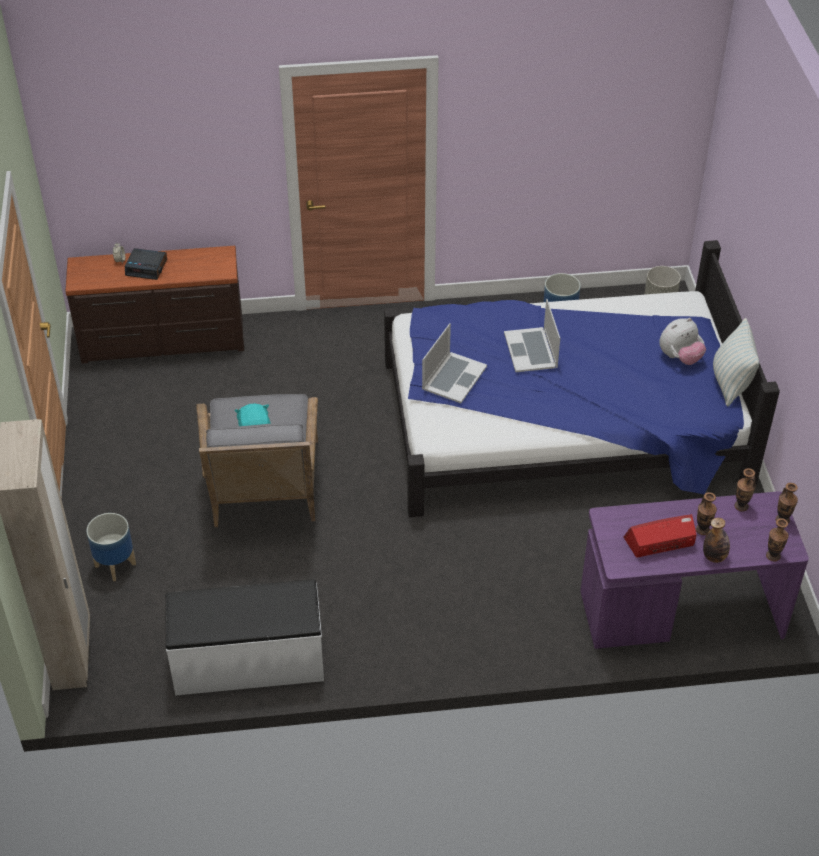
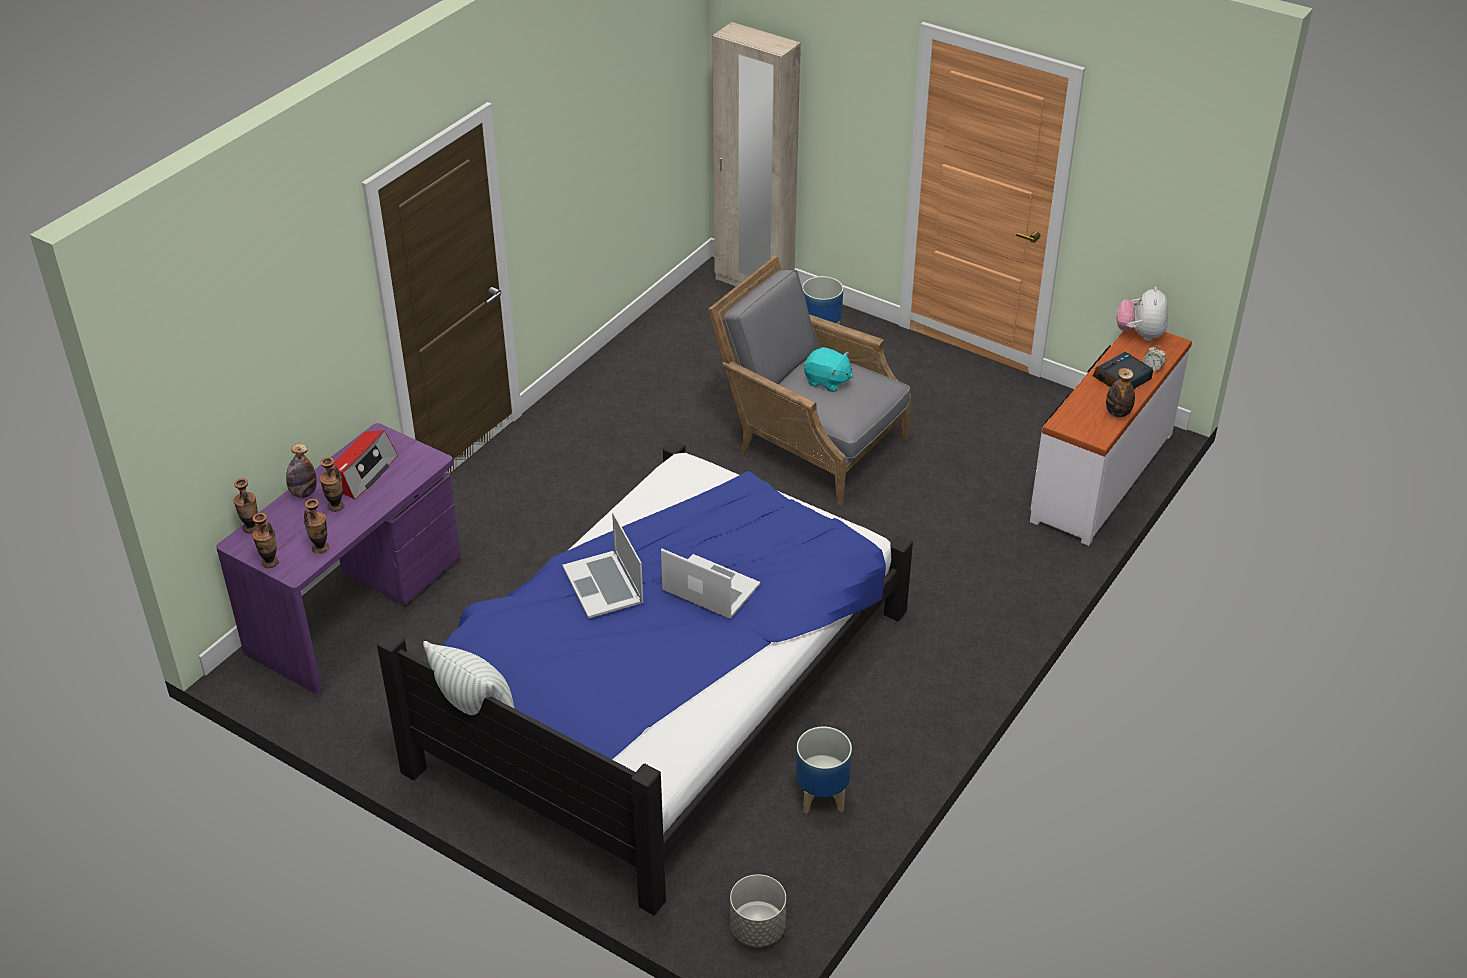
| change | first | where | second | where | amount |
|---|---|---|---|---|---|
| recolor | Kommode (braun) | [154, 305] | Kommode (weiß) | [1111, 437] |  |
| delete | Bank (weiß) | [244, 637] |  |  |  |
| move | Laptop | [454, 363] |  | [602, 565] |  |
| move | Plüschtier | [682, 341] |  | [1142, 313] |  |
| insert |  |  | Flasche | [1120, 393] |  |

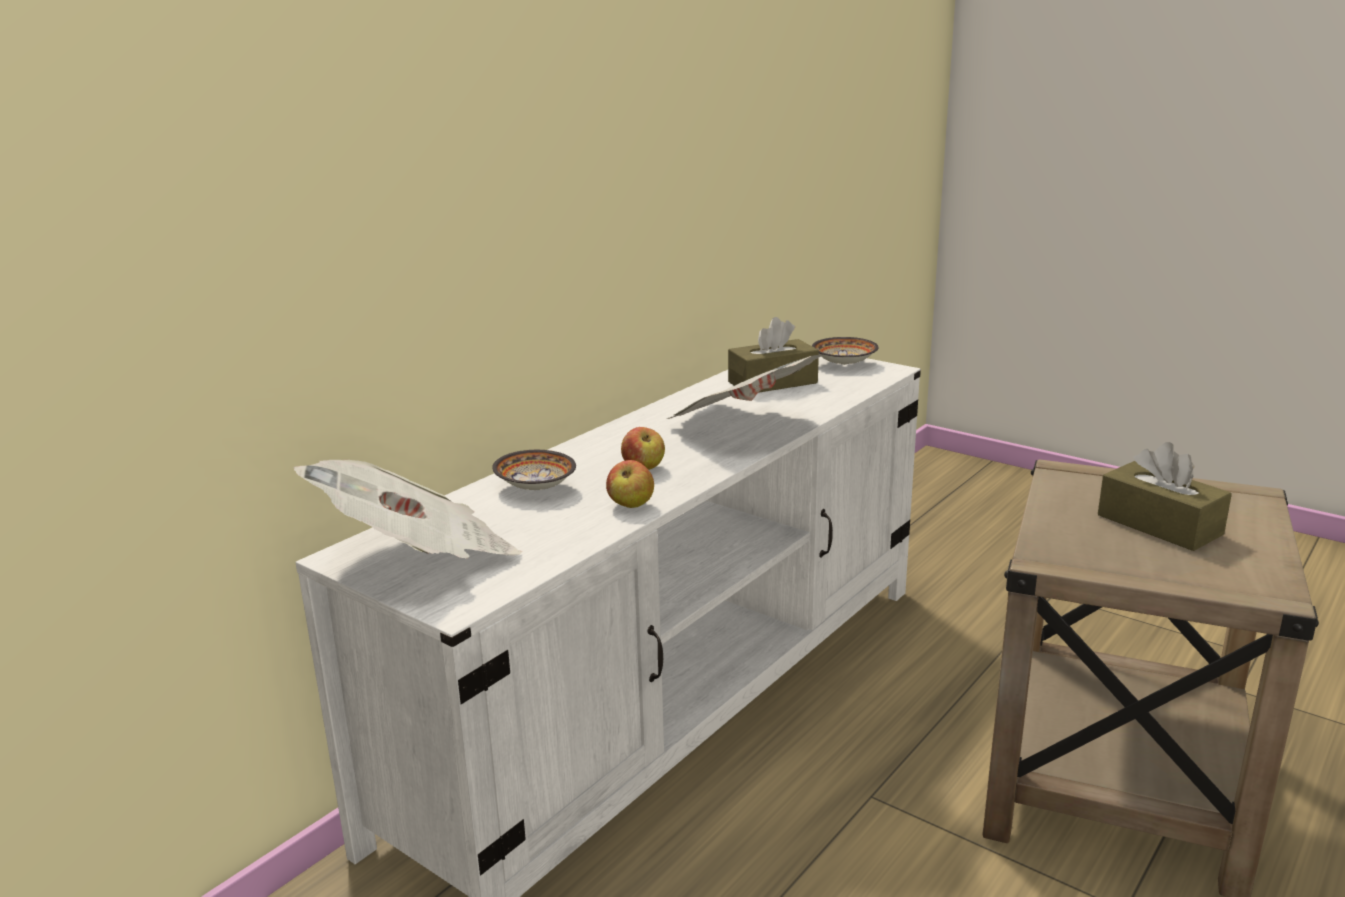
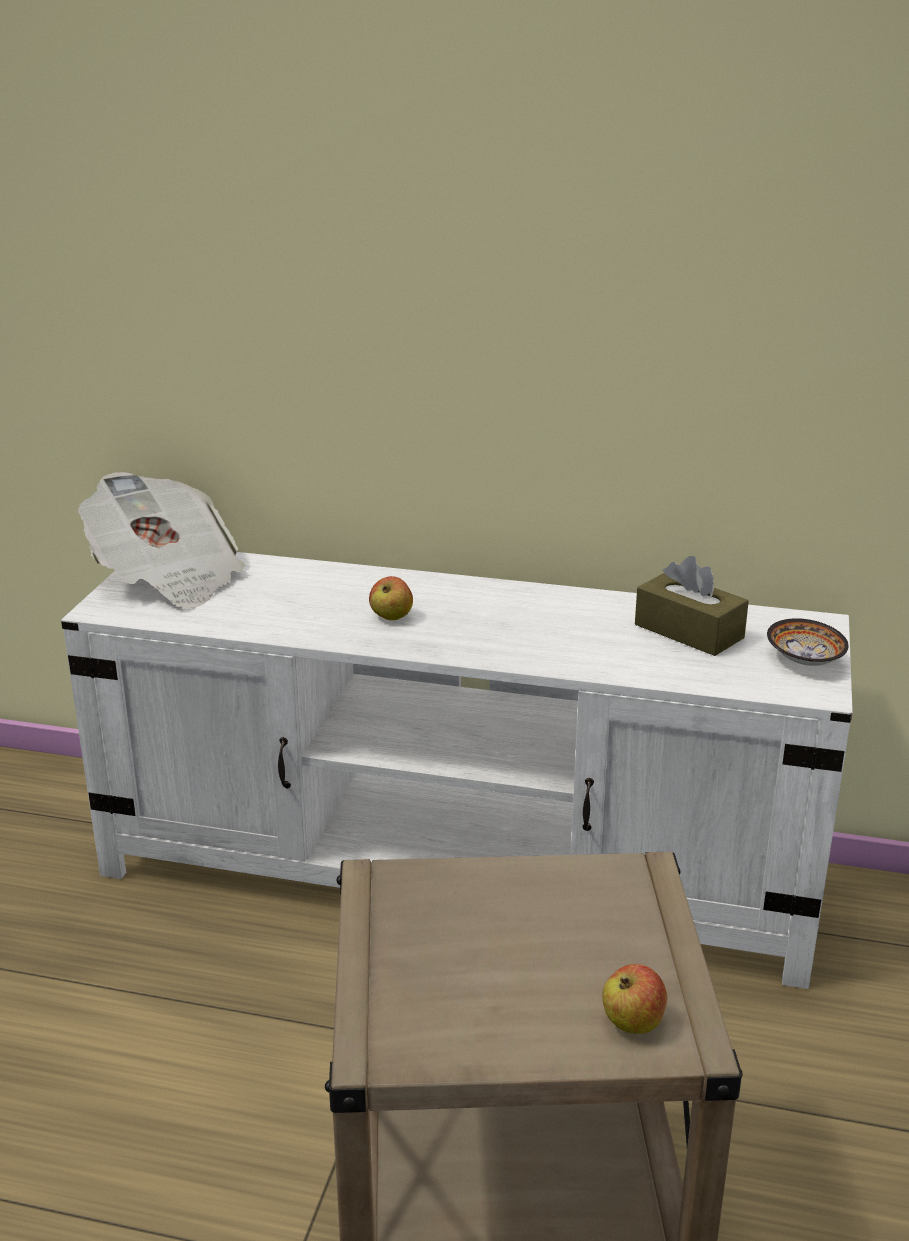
| change | first | where | second | where | amount |
|---|---|---|---|---|---|
| delete | Schüssel | [534, 470] |  |  |  |
| move | Apfel | [630, 484] |  | [634, 999] |  |
| delete | Zeitung | [745, 386] |  |  |  |
| delete | Taschentuchbox (braun) | [1165, 496] |  |  |  |

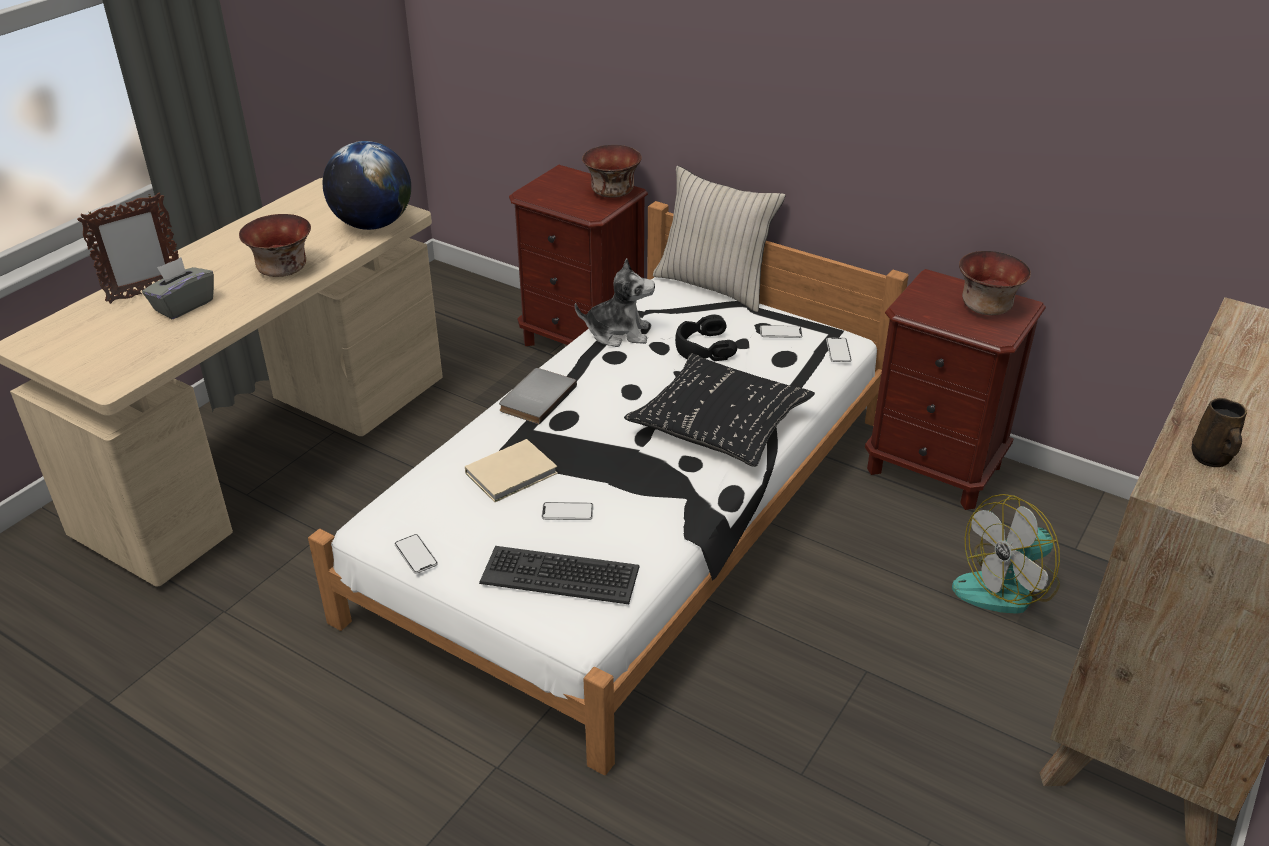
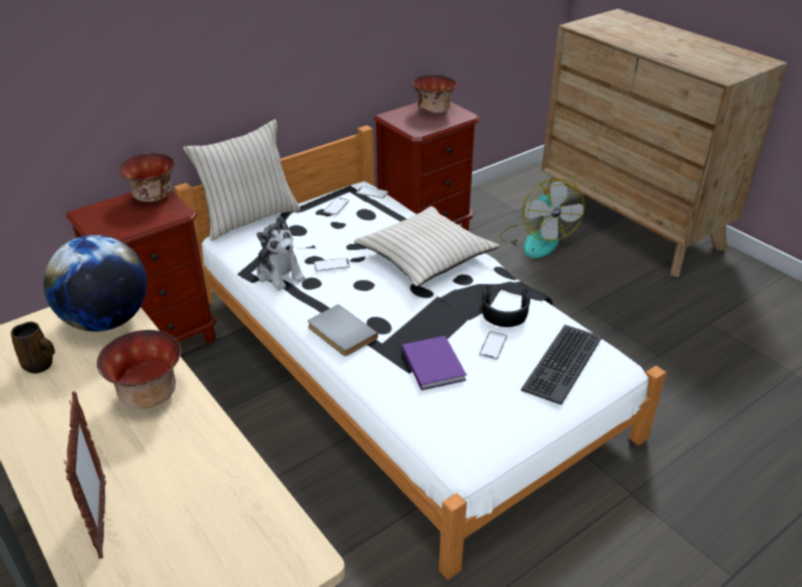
| change | first | where | second | where | amount |
|---|---|---|---|---|---|
| delete | Taschentuchbox (grau) | [178, 288] |  |  |  |
| move | Handy | [416, 554] |  | [332, 265] |  |
| recolor | Buch (beige) | [511, 470] | Buch (lila) | [434, 363] |  |
| rotate | Plüschtier | [615, 302] |  | [281, 253] | 120 degrees clockwise |
| recolor | Kissen (schwarz) | [719, 410] | Kissen (beige) | [427, 246] |  |
| move | Kopfhörer (schwarz) | [706, 338] |  | [506, 306] |  |
| move | Henkelbecher (braun) | [1219, 432] |  | [33, 347] |  |

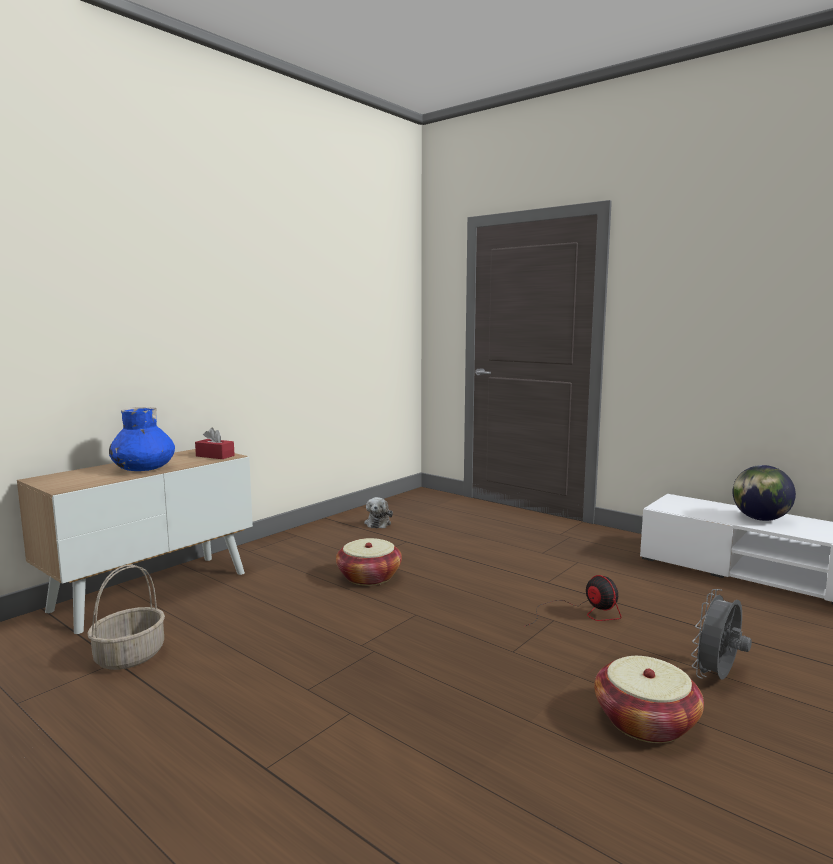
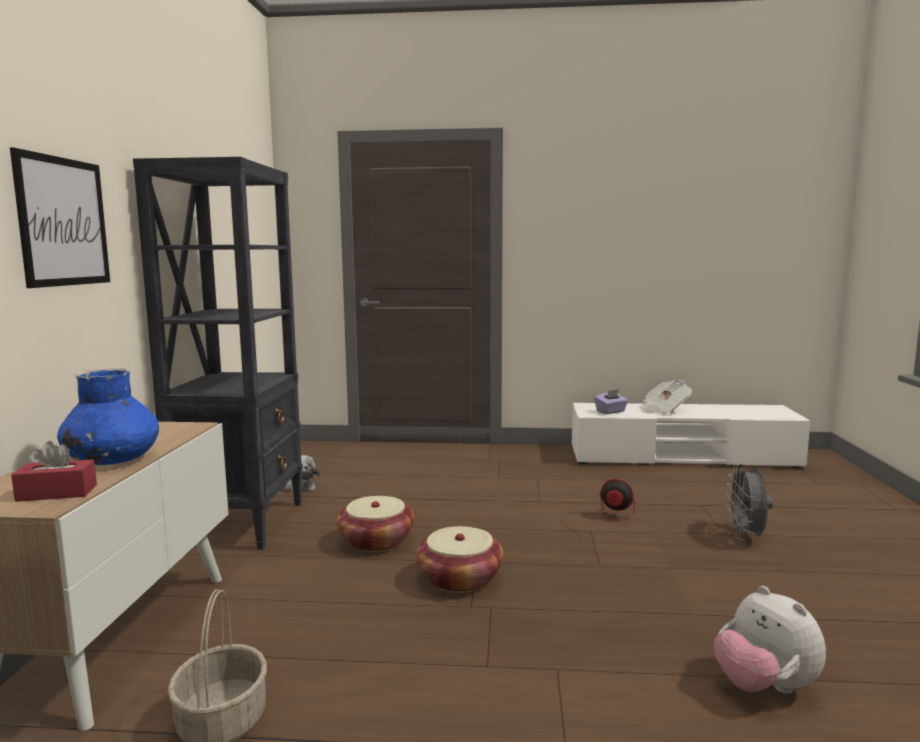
| change | first | where | second | where | amount |
|---|---|---|---|---|---|
| move | Taschentuchbox (rot) | [215, 443] |  | [54, 471] |  |
| move | Korb | [649, 699] |  | [459, 559] |  |
| replace | Globus | [764, 493] | Zeitung | [666, 397] |  |
| insert |  |  | Bild | [60, 218] |  |
| insert |  |  | Bücherregal (schwarz) | [218, 353] |  |
| insert |  |  | Taschentuchbox (lila) | [611, 401] |  |
| insert |  |  | Plüschtier | [770, 640] |  |

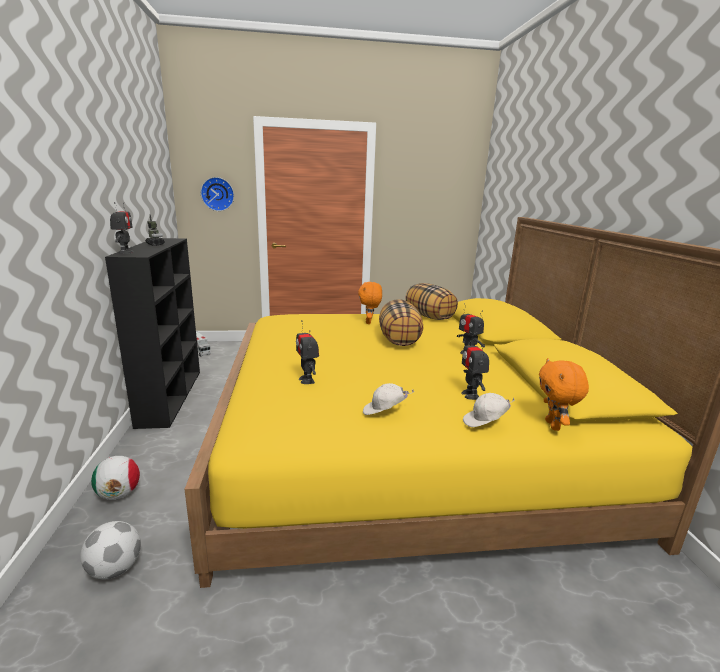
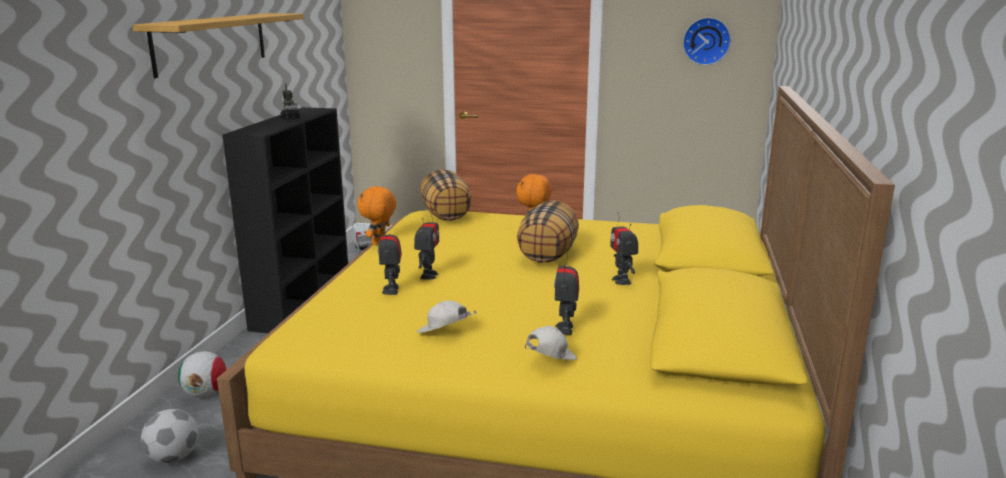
| change | first | where | second | where | amount |
|---|---|---|---|---|---|
| move | Spielzeugroboter | [121, 228] |  | [426, 245] |  |
| move | Wanduhr | [217, 194] |  | [707, 41] |  |
| move | Kissen | [431, 301] |  | [446, 195] |  |
| rotate | Kappe (weiß) | [489, 410] |  | [550, 343] | 135 degrees clockwise |
| move | Plüschtier (orange) | [564, 394] |  | [377, 215] |  |
| insert |  |  | Wandregal | [218, 45] |  |

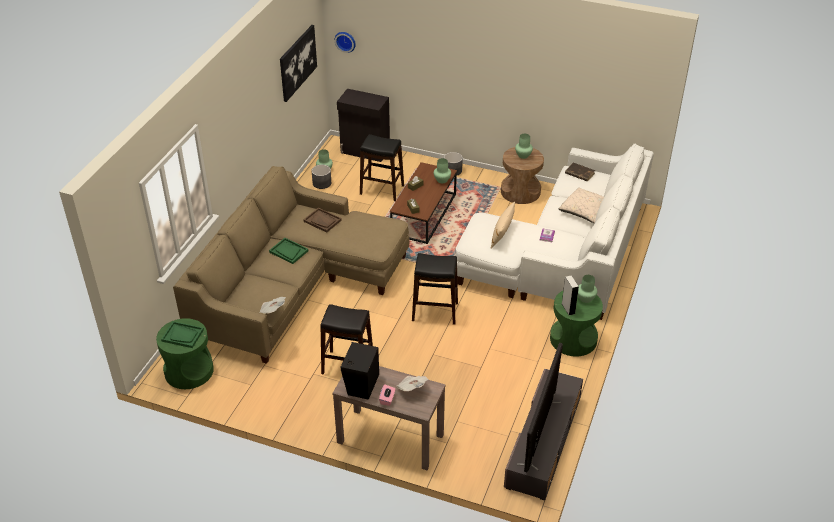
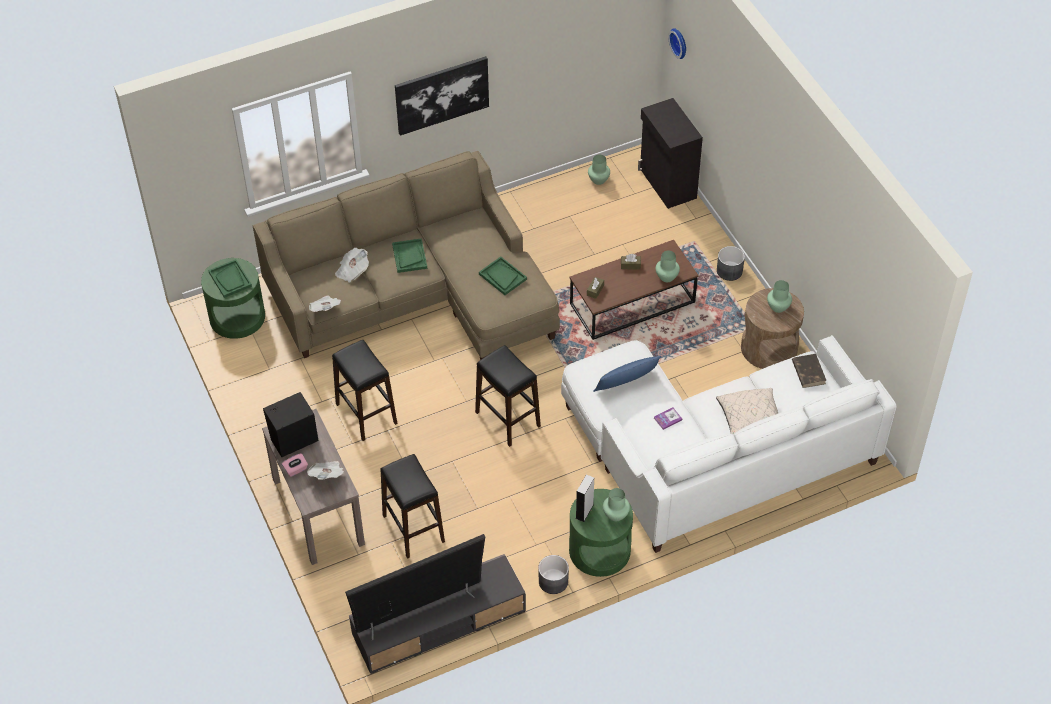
| change | first | where | second | where | amount |
|---|---|---|---|---|---|
| move | Bild | [298, 63] |  | [442, 96] |  |
| delete | Tablett (braun) | [322, 220] |  |  |  |
| move | Pflanzkübel (grau) | [321, 177] |  | [553, 574] |  |
| move | Hocker (schwarz) | [382, 167] |  | [412, 506] |  |
| recolor | Kissen (beige) | [502, 225] | Kissen (blau) | [627, 374] |  |
| insert |  |  | Zeitung | [352, 265] |  |
| insert |  |  | Tablett (grün) | [503, 276] |  |

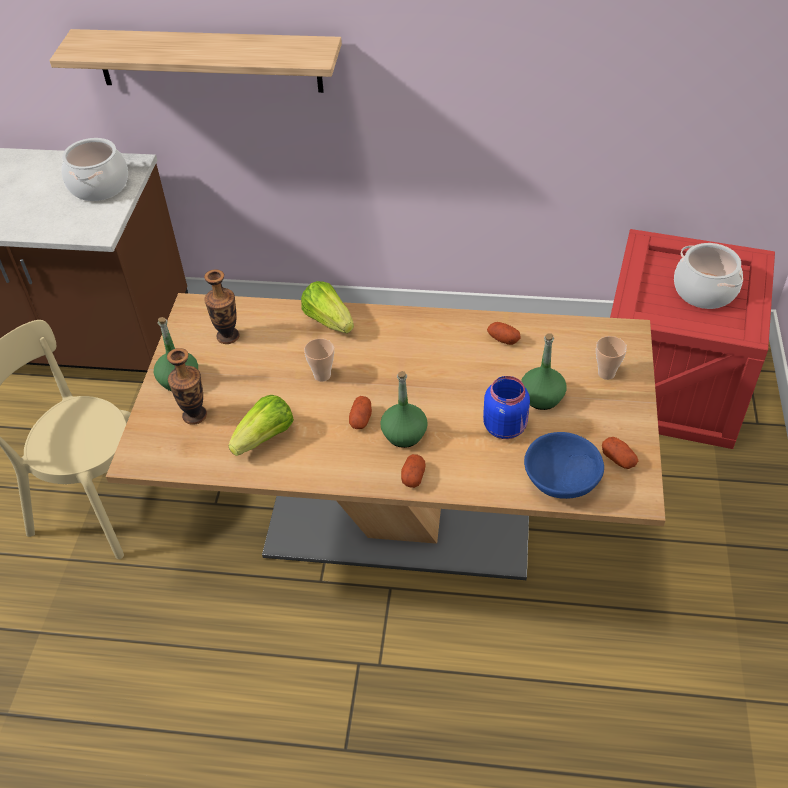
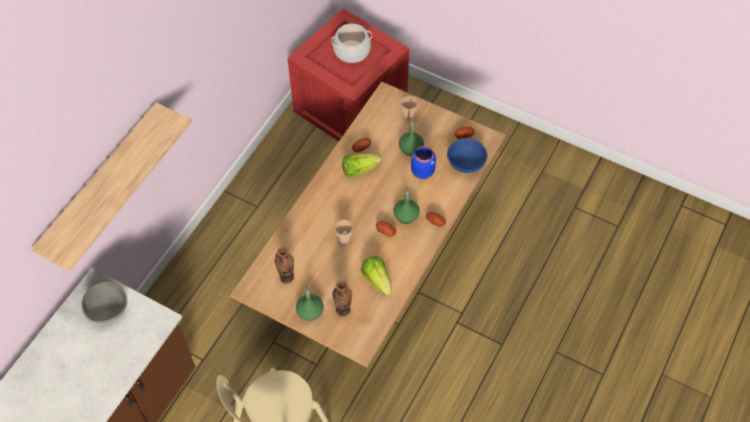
| change | first | where | second | where | amount |
|---|---|---|---|---|---|
| replace | Kochtopf | [94, 169] | Schüssel (grau) | [104, 302] |  |
| move | Salatkopf | [327, 307] |  | [361, 165] |  |

